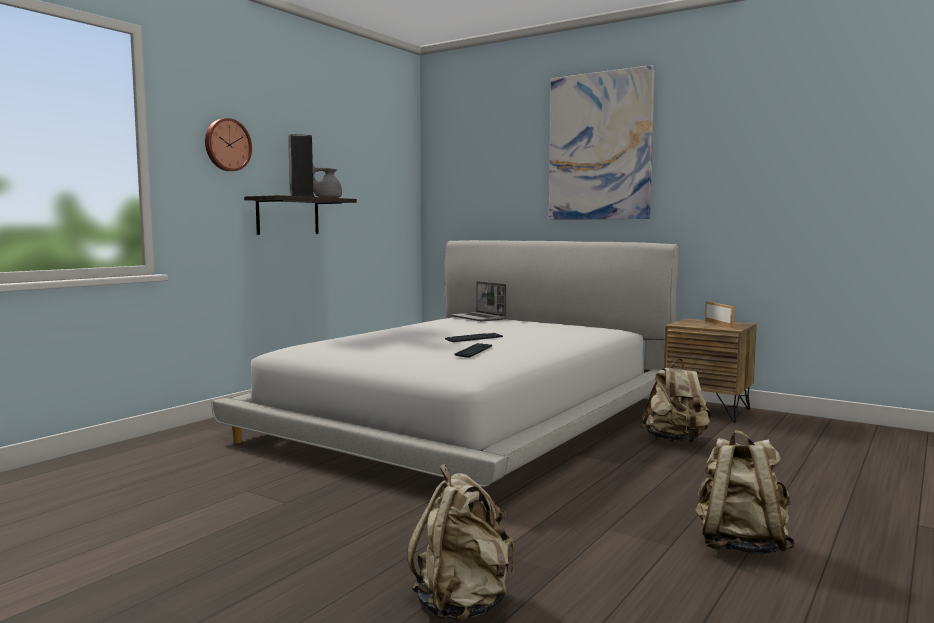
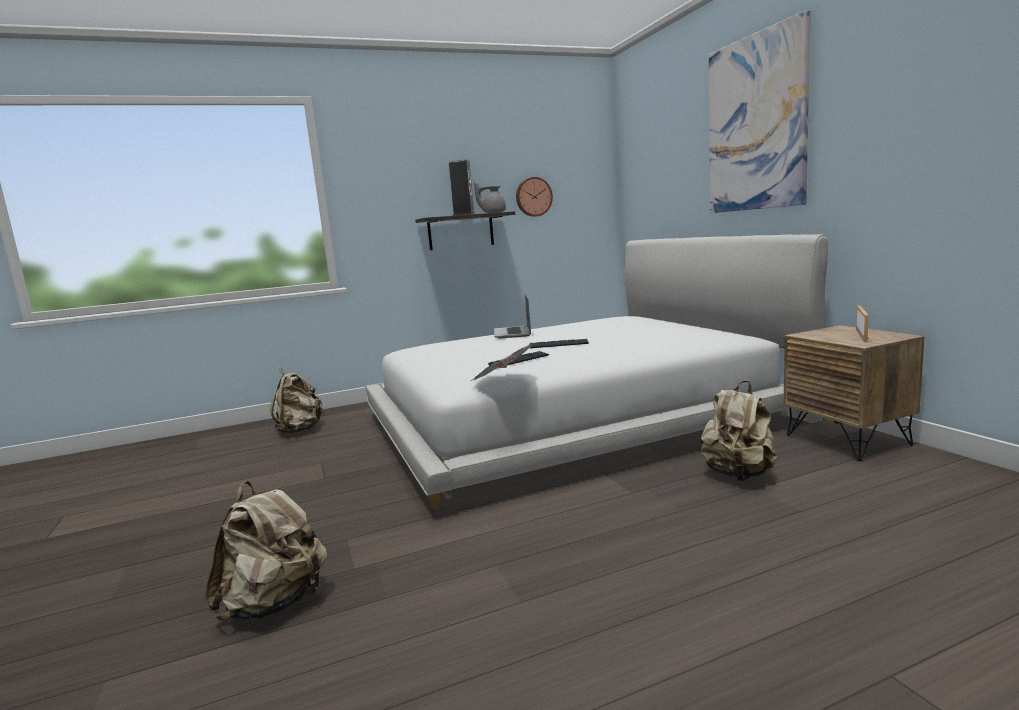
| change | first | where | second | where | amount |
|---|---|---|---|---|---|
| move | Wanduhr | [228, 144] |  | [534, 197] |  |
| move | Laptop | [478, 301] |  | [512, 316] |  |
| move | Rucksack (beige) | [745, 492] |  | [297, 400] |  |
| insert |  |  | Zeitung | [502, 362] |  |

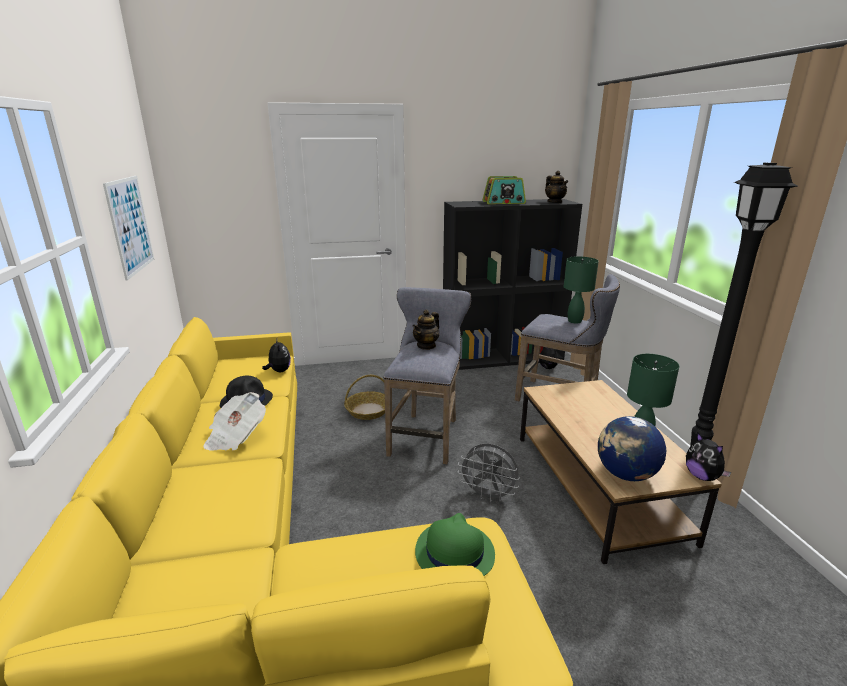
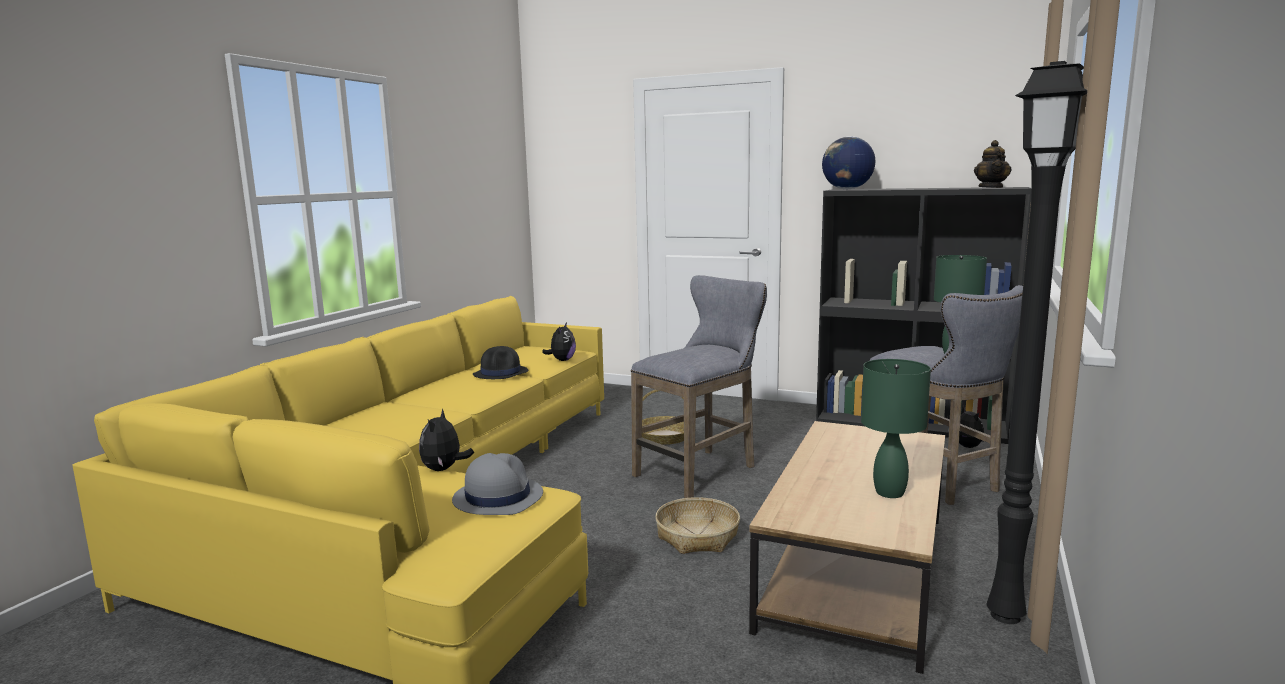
| change | first | where | second | where | amount |
|---|---|---|---|---|---|
| delete | Bild | [128, 228] |  |  |  |
| delete | Zeitung | [234, 421] |  |  |  |
| delete | Teekanne | [425, 329] |  |  |  |
| recolor | Hut (grün) | [455, 544] | Hut (grau) | [497, 484] |  |
| replace | Ventilator (grau) | [489, 473] | Korb | [697, 525] |  |
| delete | Radio | [504, 190] |  |  |  |
| move | Globus | [632, 448] |  | [848, 162] |  |
| move | Plüschtier | [709, 457] |  | [446, 440] |  |

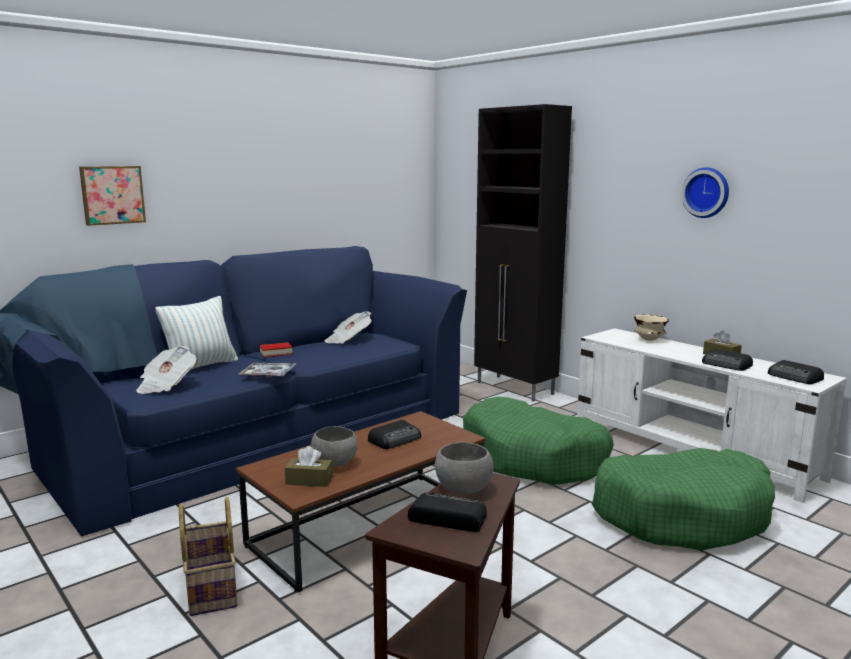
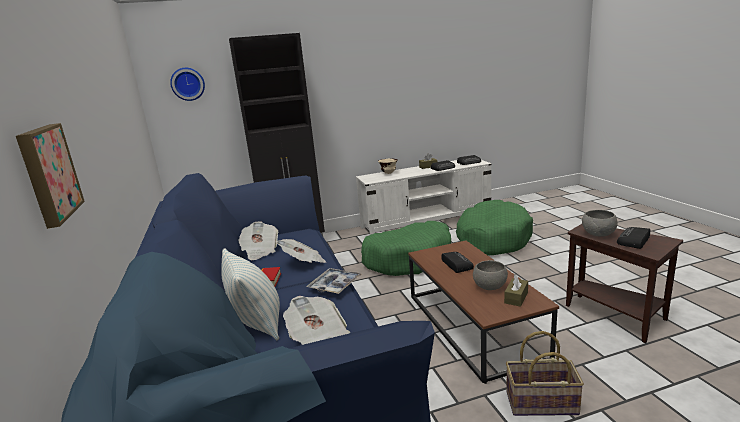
| change | first | where | second | where | amount |
|---|---|---|---|---|---|
| move | Wanduhr | [705, 192] |  | [187, 84] |  |
| insert |  |  | Zeitung | [300, 251] |  |

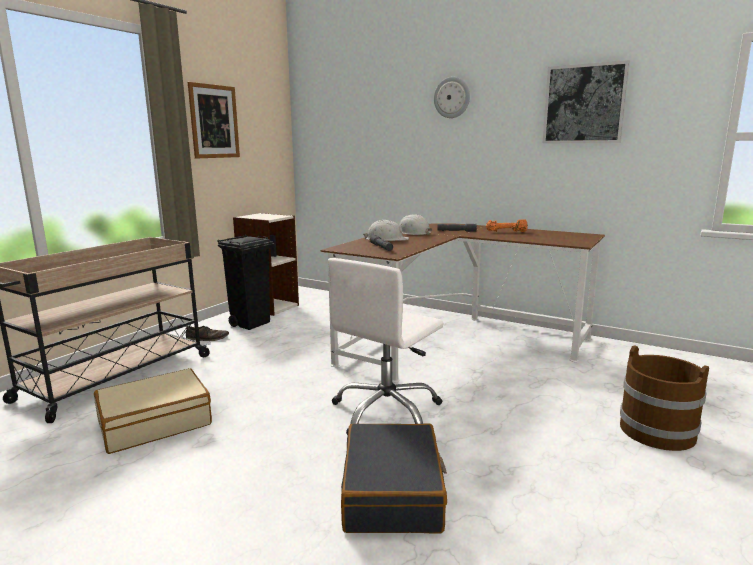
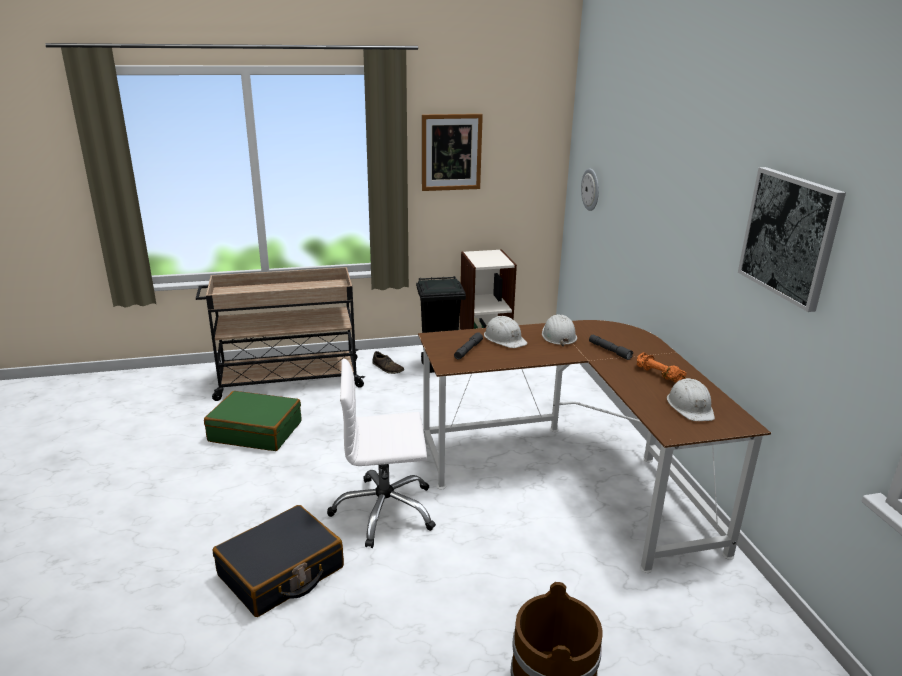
| change | first | where | second | where | amount |
|---|---|---|---|---|---|
| recolor | Koffer (beige) | [153, 411] | Koffer (grün) | [252, 421] |  |
| move | Wanduhr | [452, 97] |  | [590, 189] |  |
| insert |  |  | Schutzhelm (weiß) | [691, 399] |  |

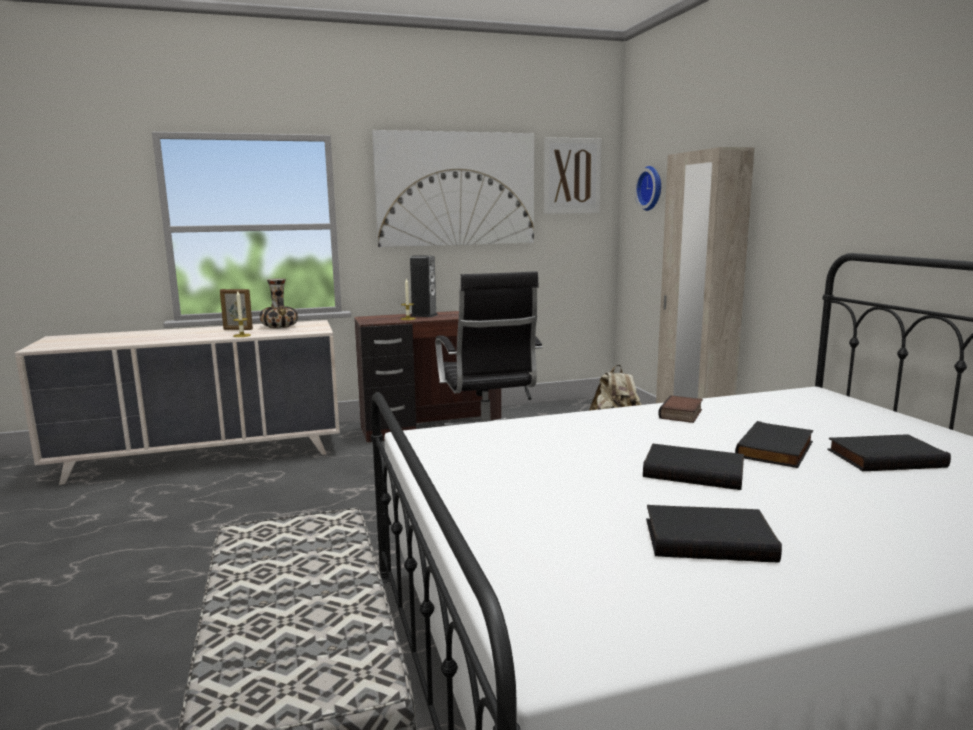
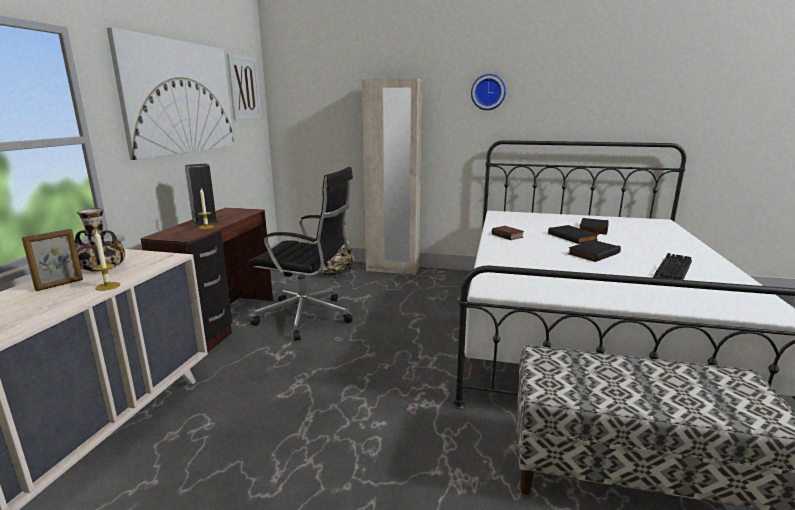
| change | first | where | second | where | amount |
|---|---|---|---|---|---|
| move | Wanduhr | [648, 188] |  | [488, 92] |  |
| replace | Buch (schwarz) | [714, 534] | Tastatur | [672, 266] |  |

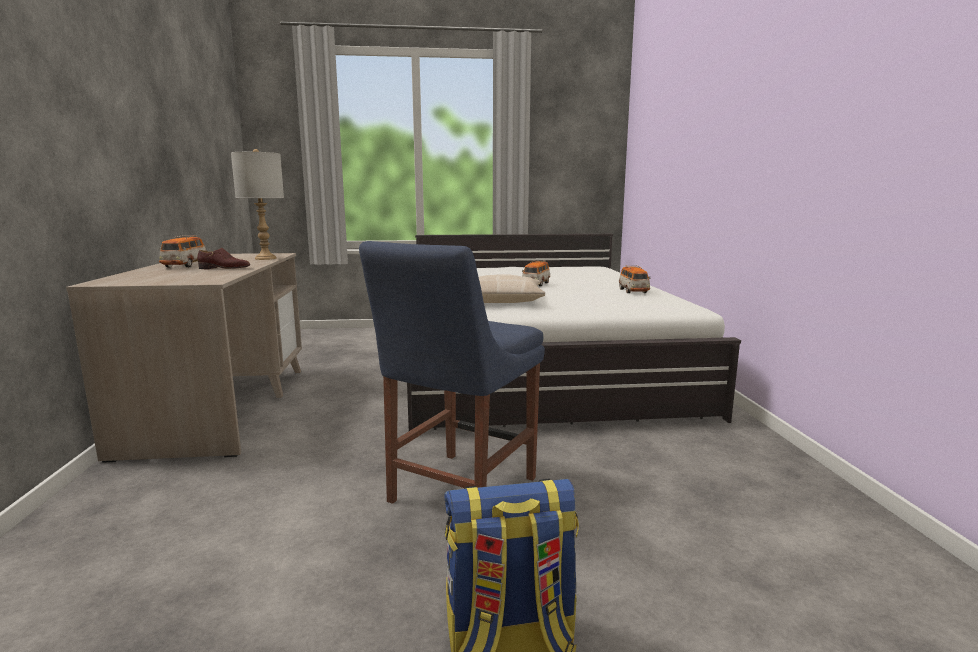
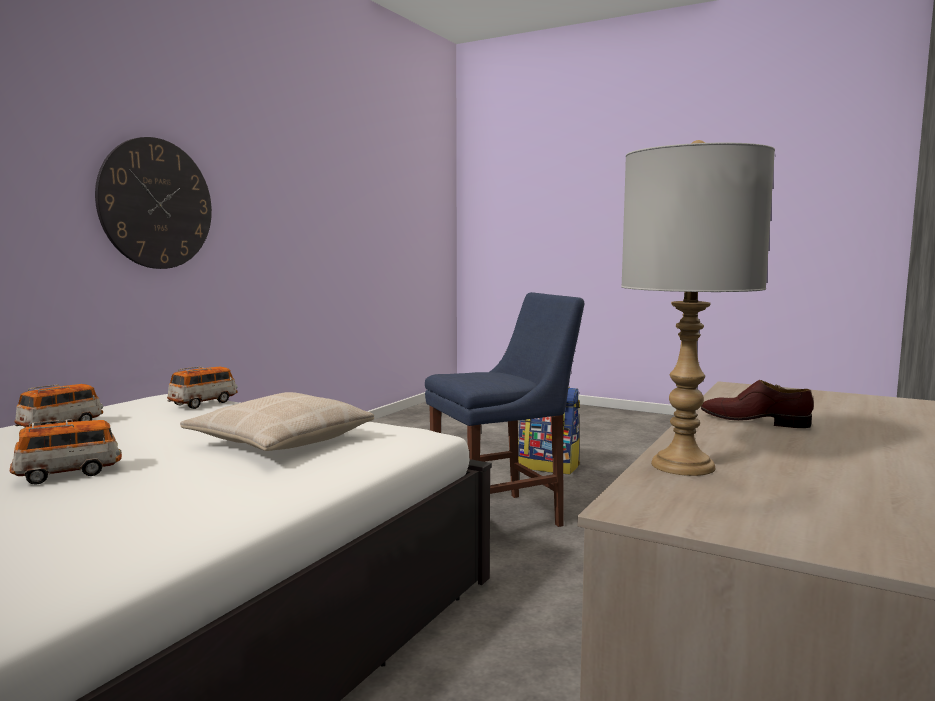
| change | first | where | second | where | amount |
|---|---|---|---|---|---|
| move | Spielzeugauto | [182, 251] |  | [202, 387] |  |
| insert |  |  | Wanduhr | [153, 203] |  |

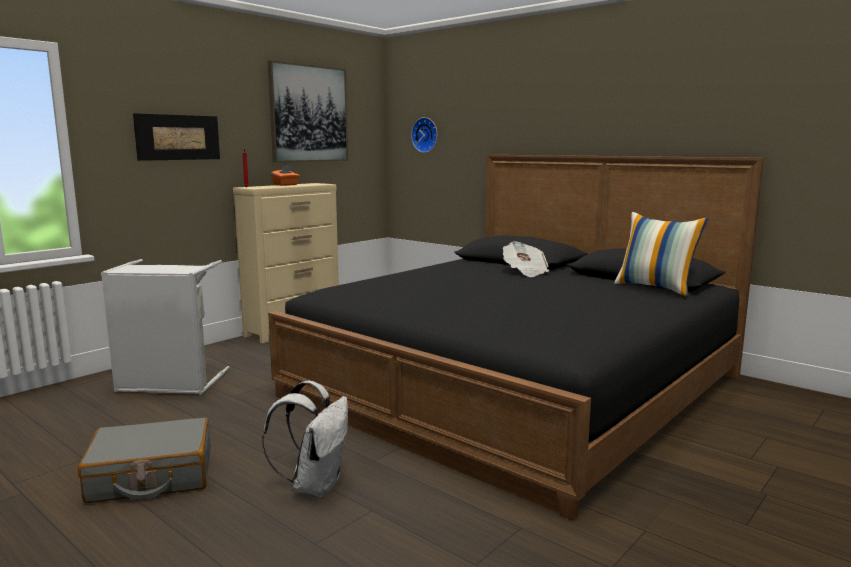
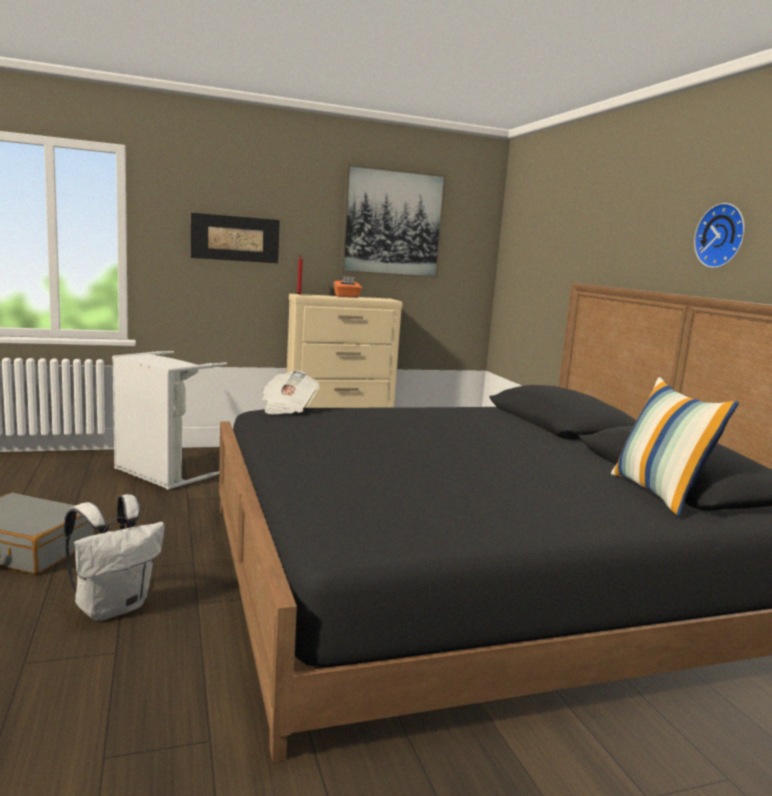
| change | first | where | second | where | amount |
|---|---|---|---|---|---|
| move | Wanduhr | [424, 135] |  | [719, 235] |  |
| move | Zeitung | [526, 259] |  | [291, 392] |  |

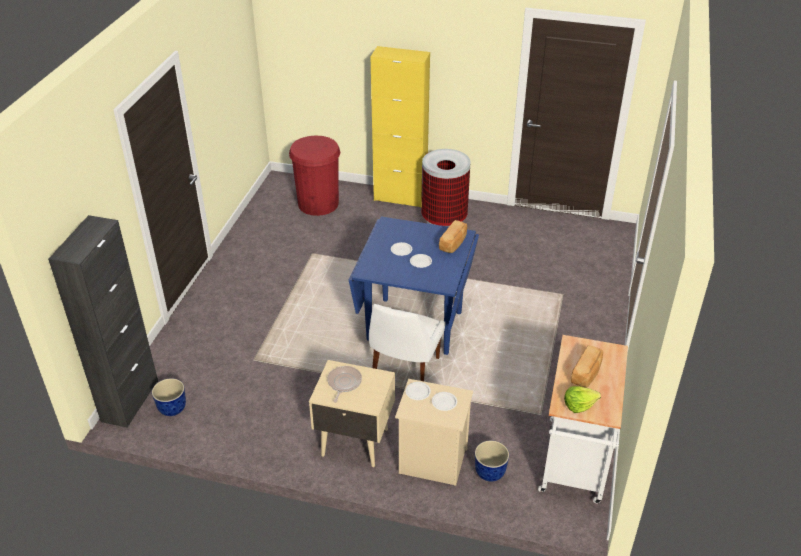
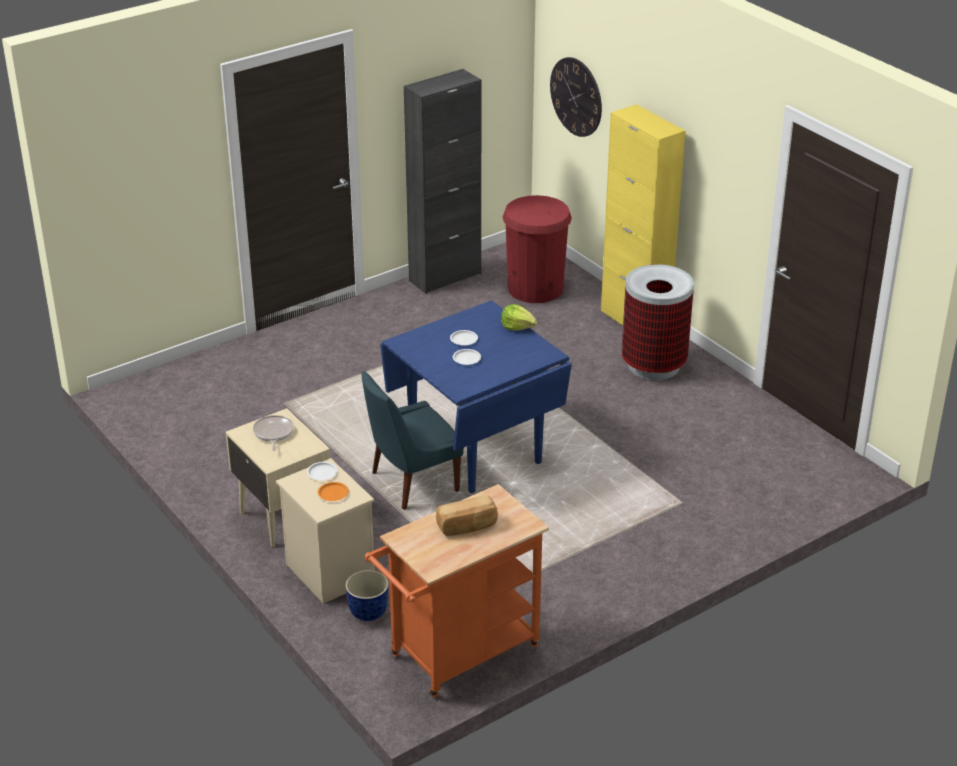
| change | first | where | second | where | amount |
|---|---|---|---|---|---|
| move | Schrank (schwarz) | [103, 321] |  | [442, 181] |  |
| delete | Pflanzkübel | [169, 397] |  |  |  |
| rotate | Pfanne | [344, 384] |  | [273, 433] | 60 degrees counterclockwise |
| recolor | Stuhl (weiß) | [407, 342] | Stuhl (blau) | [413, 440] |  |
| recolor | Teller (weiß) | [444, 401] | Teller (orange) | [333, 491] |  |
| delete | Brot | [453, 236] |  |  |  |
| recolor | Rollwagen (weiß) | [583, 419] | Rollwagen (orange) | [457, 591] |  |
| move | Salatkopf | [582, 399] |  | [519, 317] |  |
| insert |  |  | Wanduhr | [576, 97] |  |

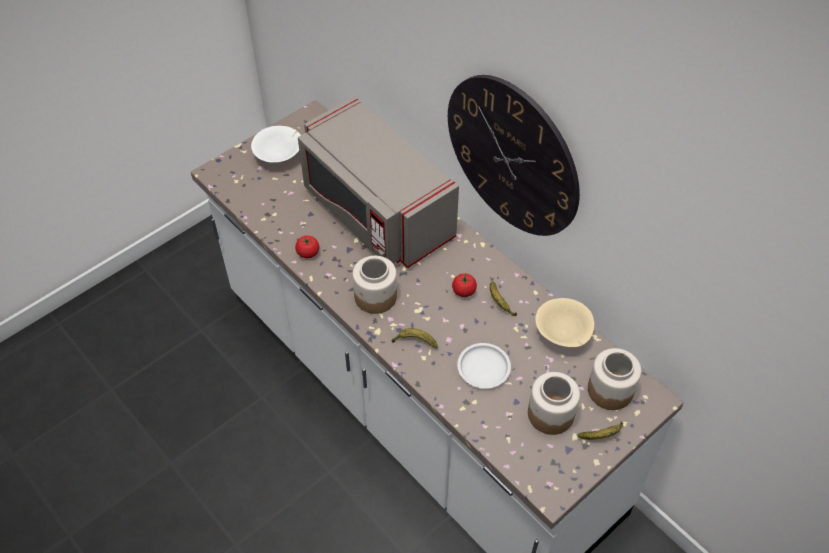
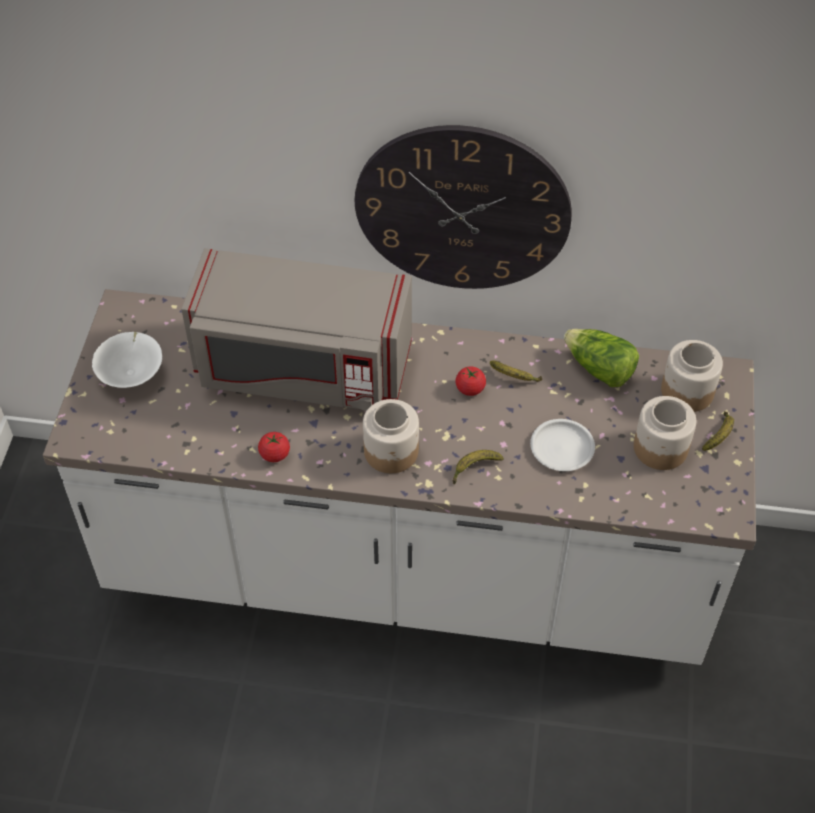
| change | first | where | second | where | amount |
|---|---|---|---|---|---|
| replace | Schüssel (beige) | [564, 322] | Salatkopf | [601, 358] |  |

